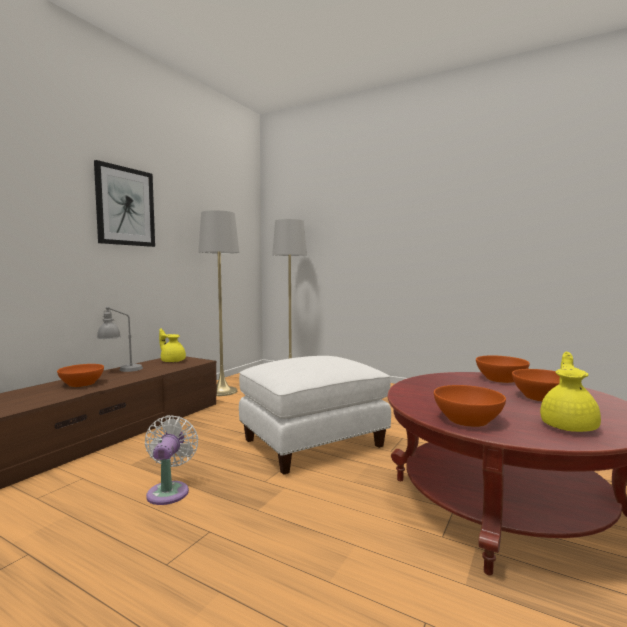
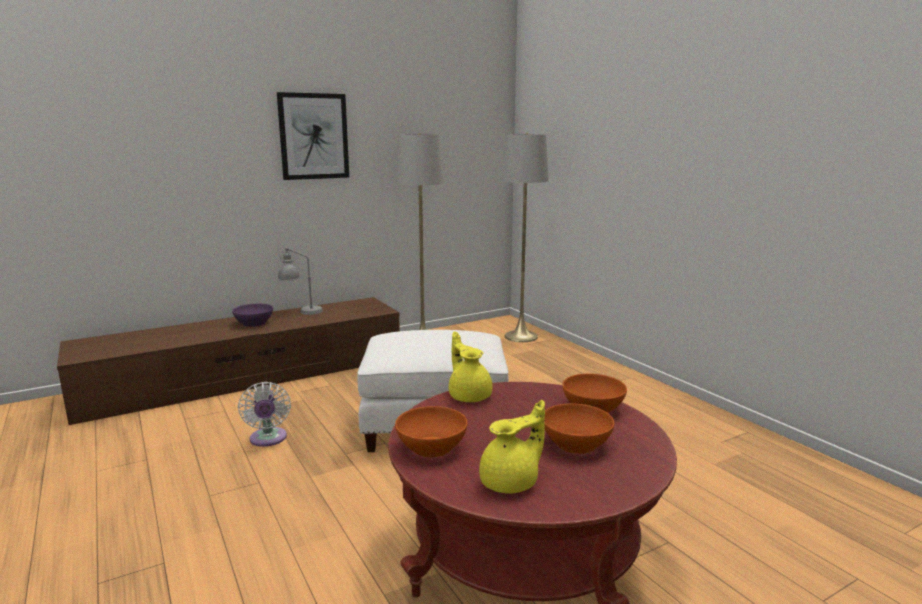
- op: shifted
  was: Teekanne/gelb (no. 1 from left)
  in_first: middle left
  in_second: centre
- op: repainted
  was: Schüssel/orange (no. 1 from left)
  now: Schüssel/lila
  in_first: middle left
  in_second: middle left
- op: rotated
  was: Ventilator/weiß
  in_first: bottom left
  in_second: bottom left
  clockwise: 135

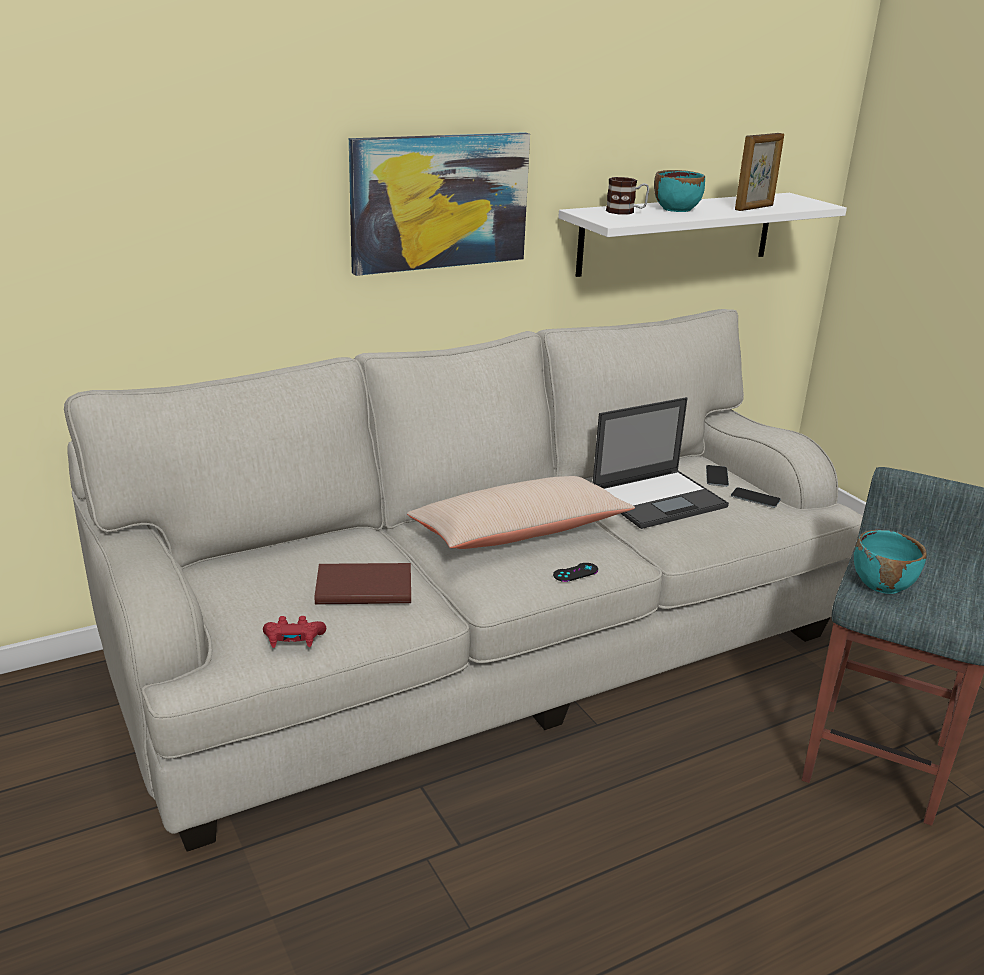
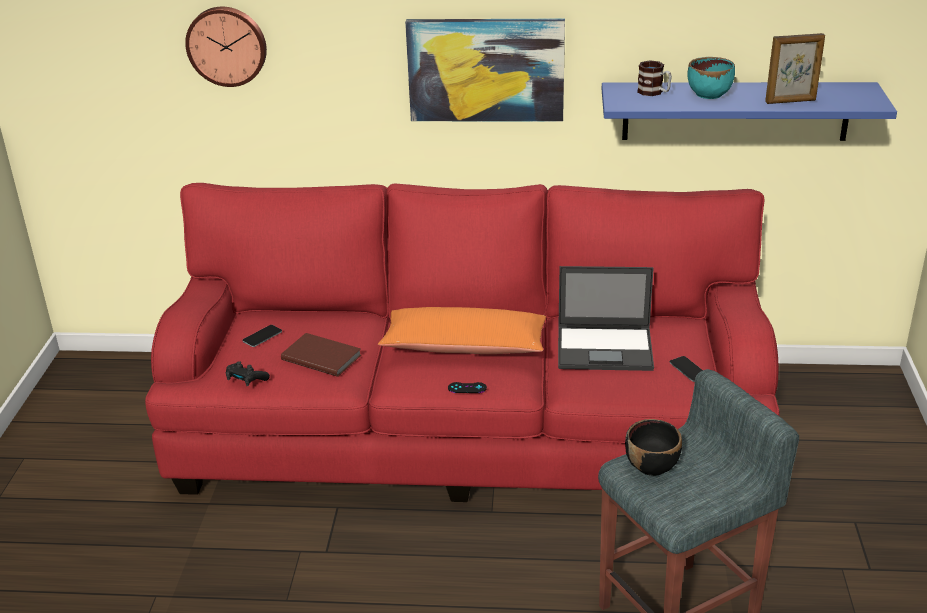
- op: repainted
  was: Wandregal/weiß
  now: Wandregal/blau
  in_first: top right
  in_second: top right
- op: repainted
  was: Sofa/weiß
  now: Sofa/rot
  in_first: centre
  in_second: centre
- op: shifted
  was: Handy (no. 1 from left)
  in_first: middle right
  in_second: middle left
- op: repainted
  was: Kissen/beige
  now: Kissen/orange
  in_first: centre
  in_second: centre
- op: repainted
  was: Schüssel/türkis (no. 2 from left)
  now: Schüssel/schwarz
  in_first: middle right
  in_second: bottom right
- op: repainted
  was: Gamepad/rot
  now: Gamepad/schwarz (no. 1 from left)
  in_first: middle left
  in_second: middle left
- op: new
  now: Wanduhr
  in_second: top left

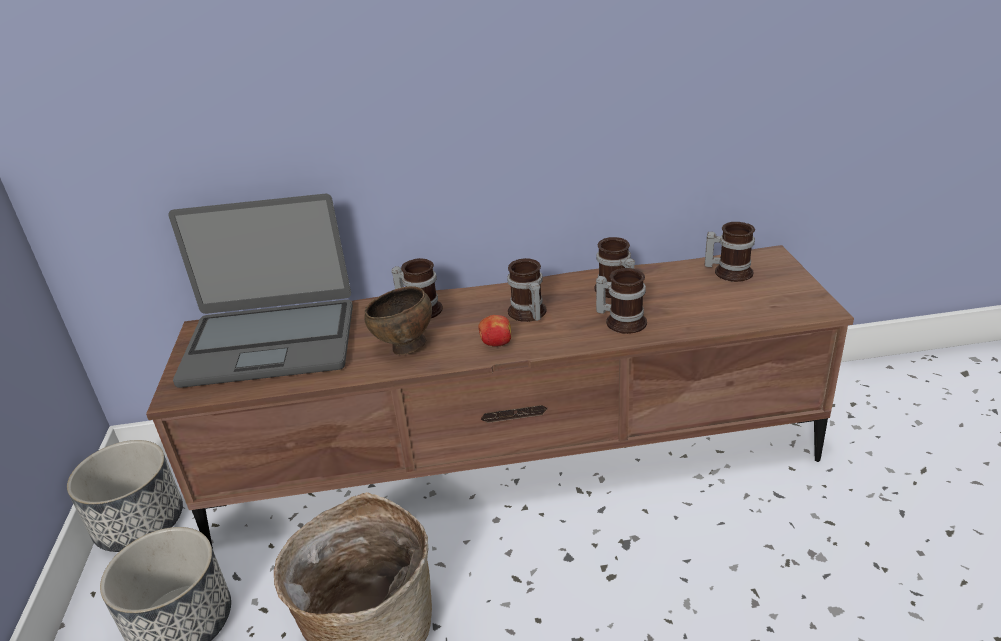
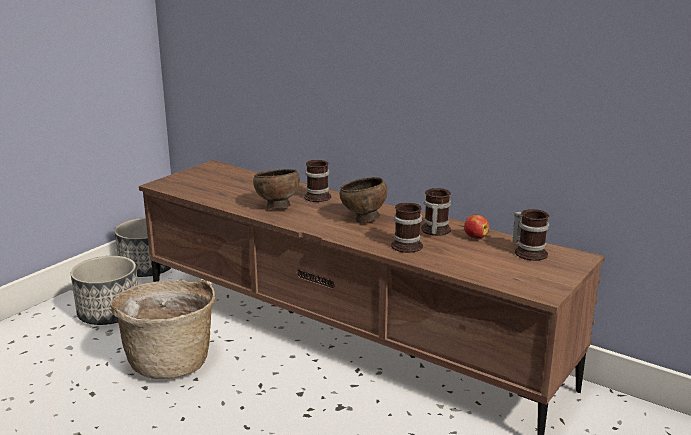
- op: gone
  was: Laptop
  in_first: middle left
- op: swapped
  was: Henkelbecher (no. 2 from left)
  now: Schüssel/braun (no. 2 from left)
  in_first: centre
  in_second: centre
- op: shifted
  was: Apfel
  in_first: centre
  in_second: middle right

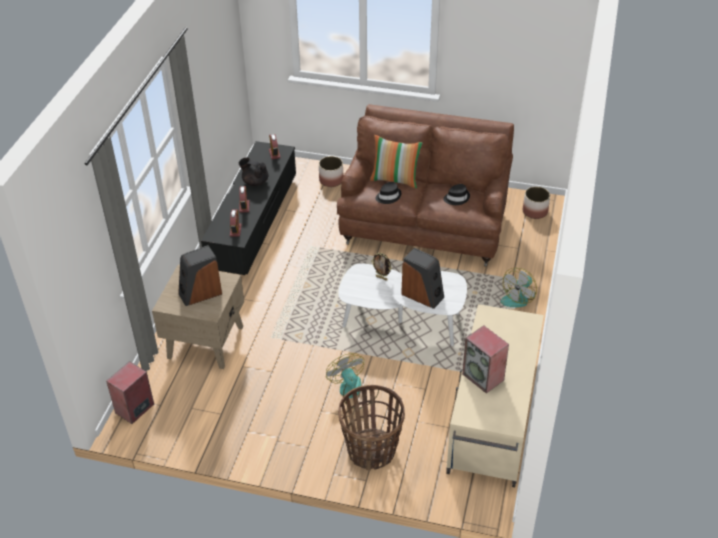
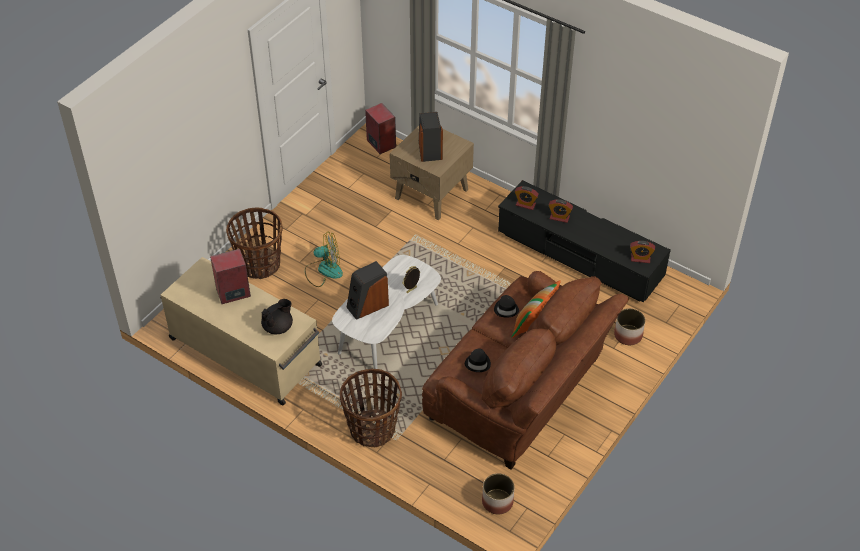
- op: shifted
  was: Teekanne/schwarz
  in_first: top centre
  in_second: middle left
- op: swapped
  was: Ventilator (no. 2 from left)
  now: Korb (no. 2 from left)
  in_first: middle right
  in_second: bottom centre

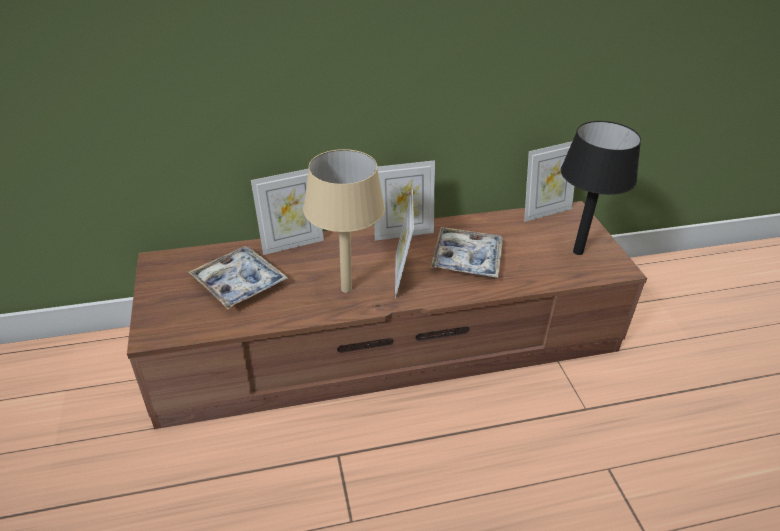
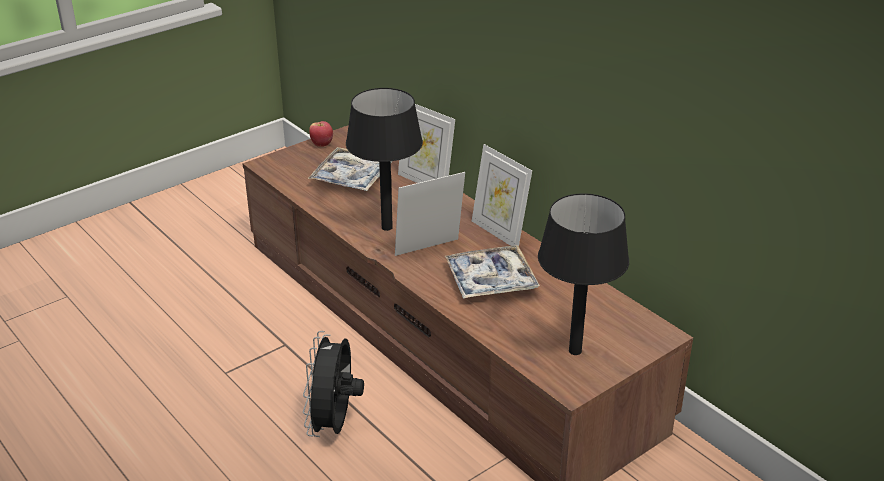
- op: gone
  was: Bilderrahmen (no. 4 from left)
  in_first: middle right
- op: repainted
  was: Tischlampe/beige
  now: Tischlampe/schwarz (no. 1 from left)
  in_first: centre
  in_second: top centre
- op: new
  now: Apfel
  in_second: top centre
- op: new
  now: Ventilator/schwarz
  in_second: bottom centre

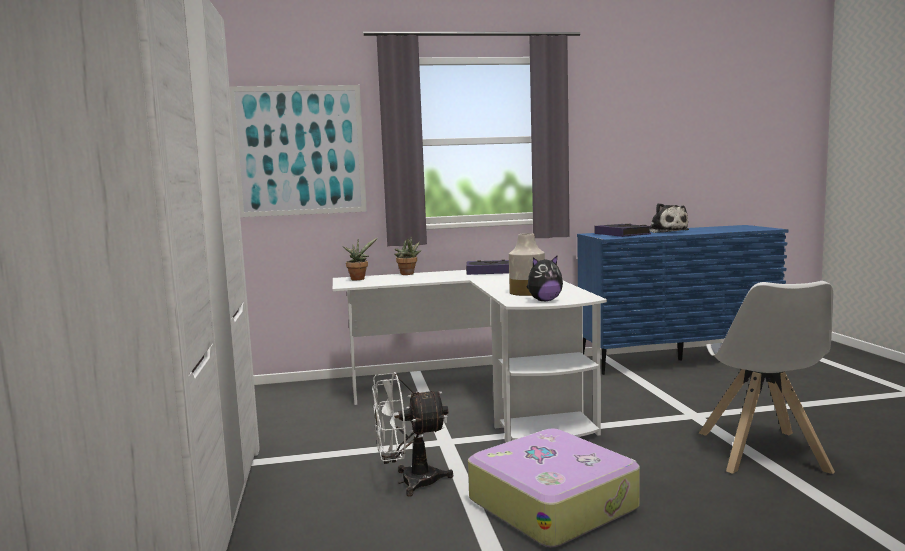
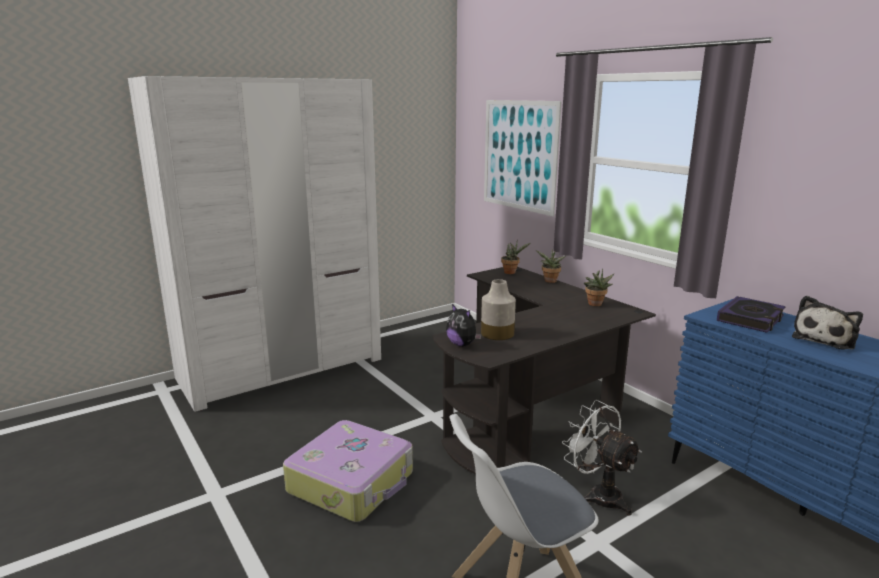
- op: swapped
  was: Buch (no. 1 from left)
  now: Topfpflanze (no. 3 from left)
  in_first: centre
  in_second: middle right
- op: repainted
  was: Schreibtisch/weiß
  now: Schreibtisch/schwarz
  in_first: centre
  in_second: centre
- op: shifted
  was: Ventilator/weiß
  in_first: bottom centre
  in_second: bottom right

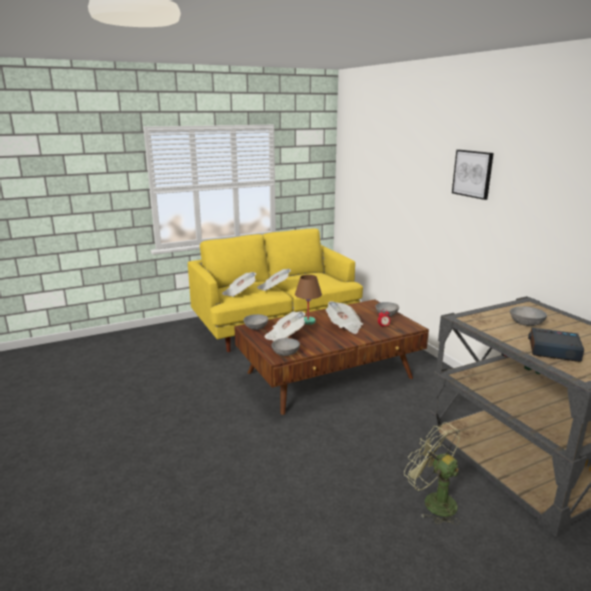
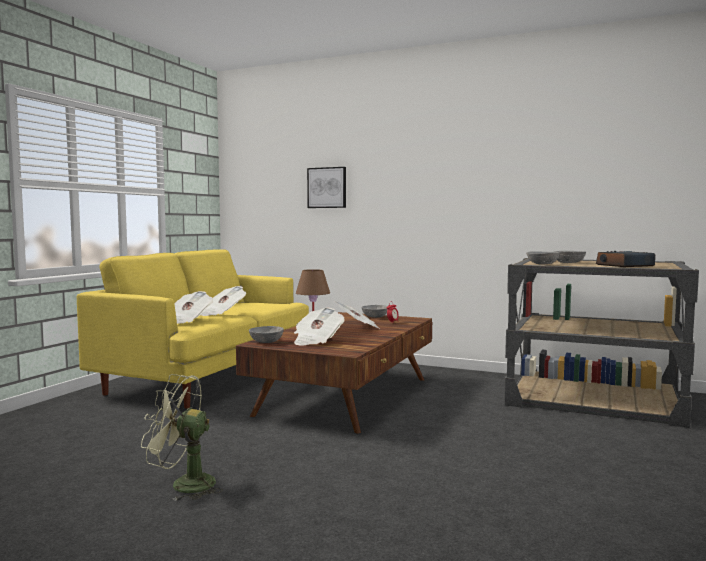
- op: shifted
  was: Bild
  in_first: top right
  in_second: centre
- op: shifted
  was: Schüssel/grau (no. 2 from left in the first image)
  now: Schüssel/grau (no. 3 from left)
  in_first: centre
  in_second: middle right
- op: shifted
  was: Ventilator/grün
  in_first: bottom right
  in_second: bottom left

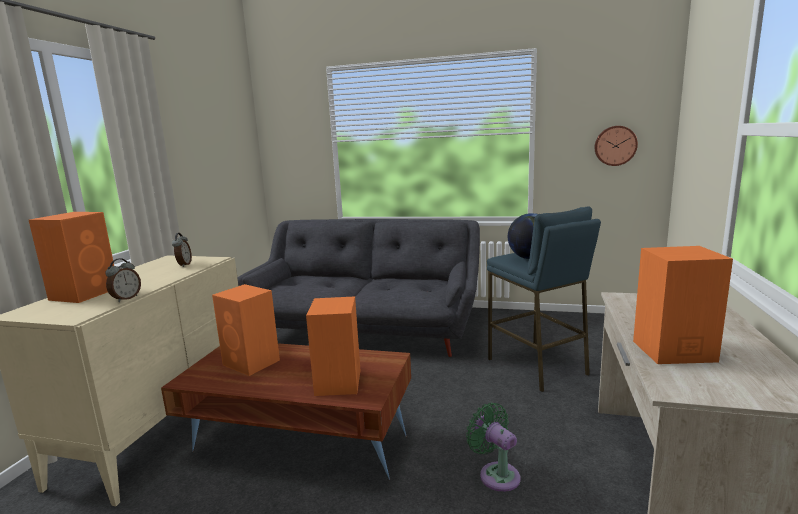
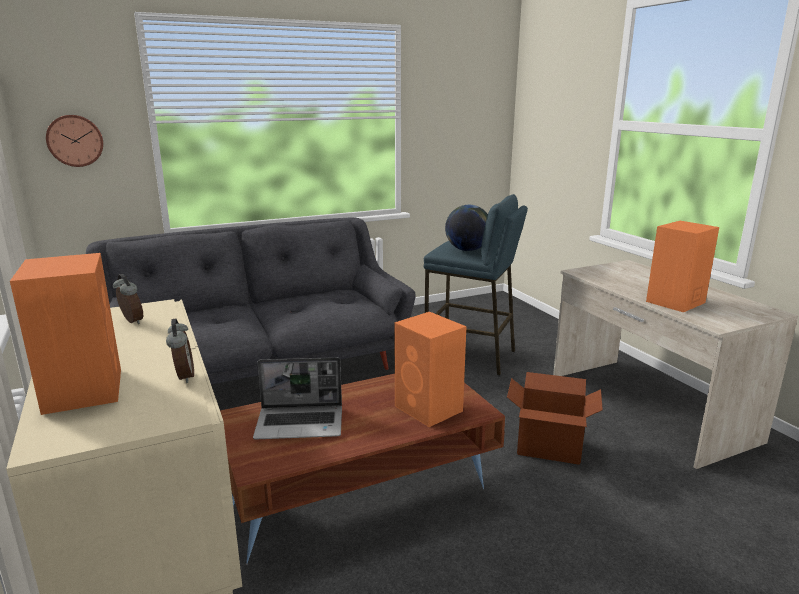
- op: shifted
  was: Wanduhr
  in_first: top right
  in_second: top left
- op: swapped
  was: Lautsprecher/orange (no. 2 from left)
  now: Laptop
  in_first: middle left
  in_second: bottom centre
- op: swapped
  was: Ventilator/grün
  now: Karton
  in_first: bottom centre
  in_second: bottom right

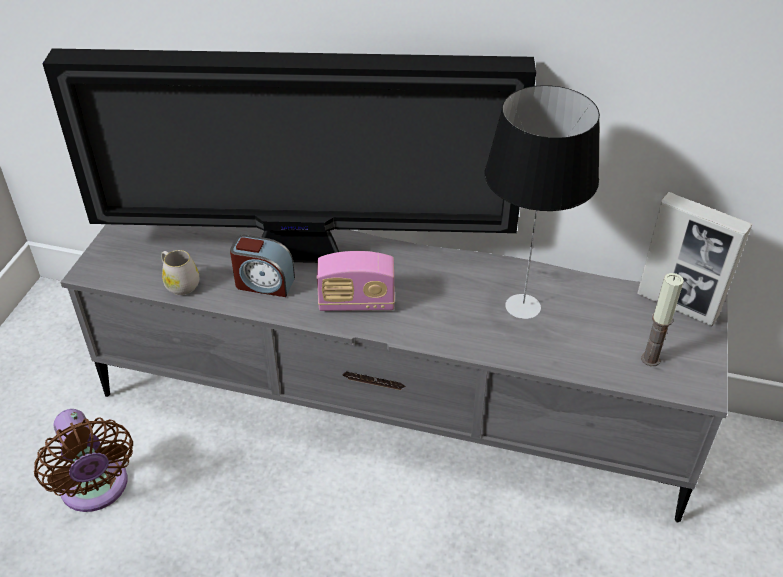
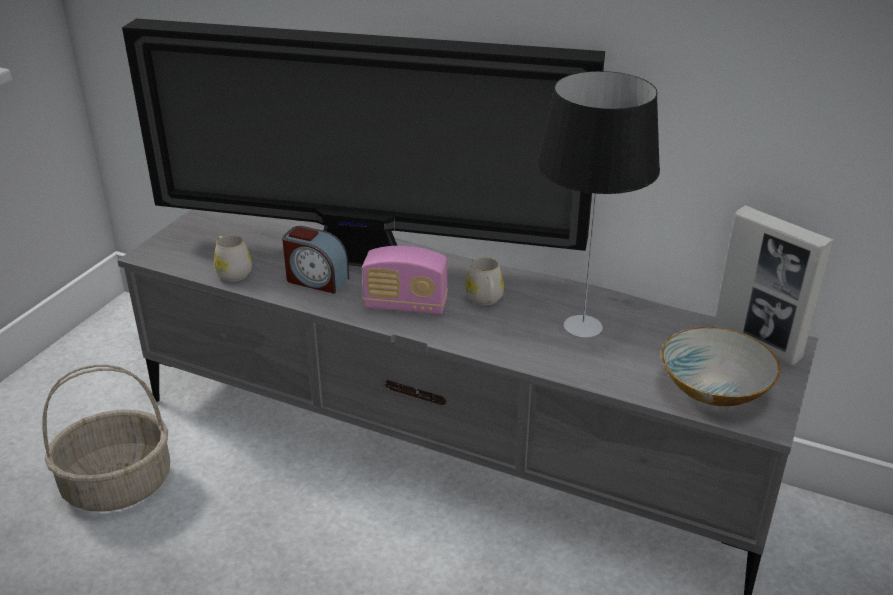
- op: swapped
  was: Kerze
  now: Schüssel
  in_first: middle right
  in_second: middle right
- op: swapped
  was: Ventilator/braun
  now: Korb
  in_first: bottom left
  in_second: bottom left
- op: new
  now: Henkelbecher/weiß (no. 2 from left)
  in_second: centre

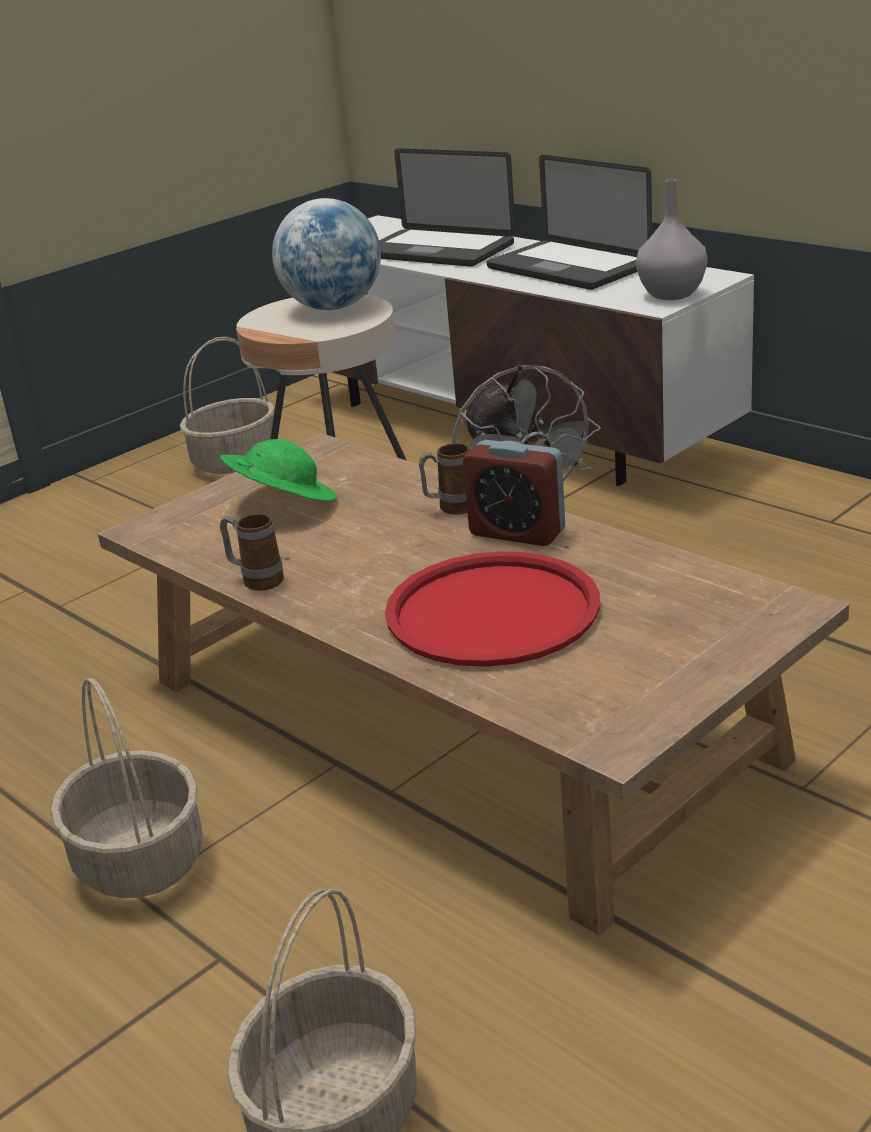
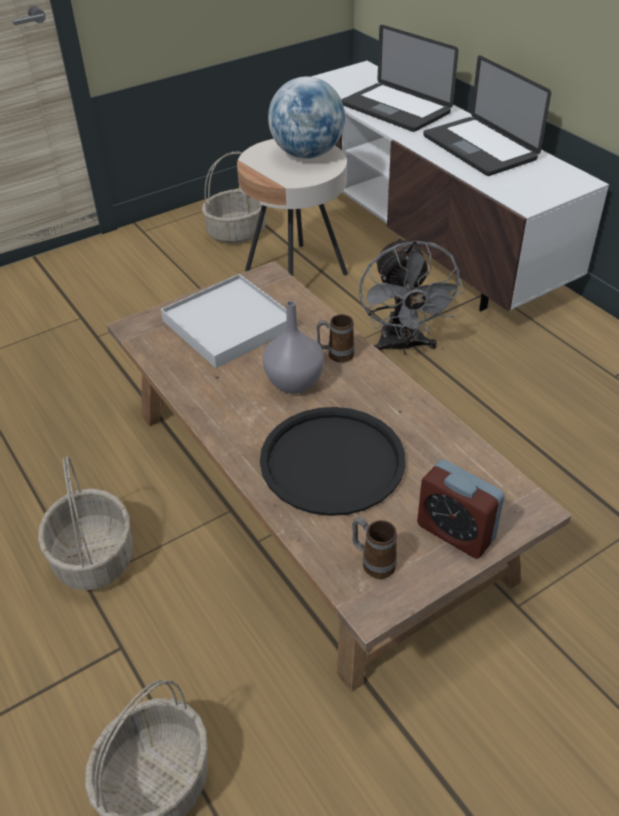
- op: shifted
  was: Vase/grau
  in_first: top right
  in_second: centre
- op: swapped
  was: Hut/grün
  now: Tablett/weiß
  in_first: middle left
  in_second: centre
- op: shifted
  was: Wecker
  in_first: centre
  in_second: middle right
- op: shifted
  was: Henkelbecher (no. 1 from left in the first image)
  now: Henkelbecher (no. 2 from left)
  in_first: middle left
  in_second: bottom centre
- op: repainted
  was: Tablett/rot
  now: Tablett/schwarz
  in_first: centre
  in_second: centre

